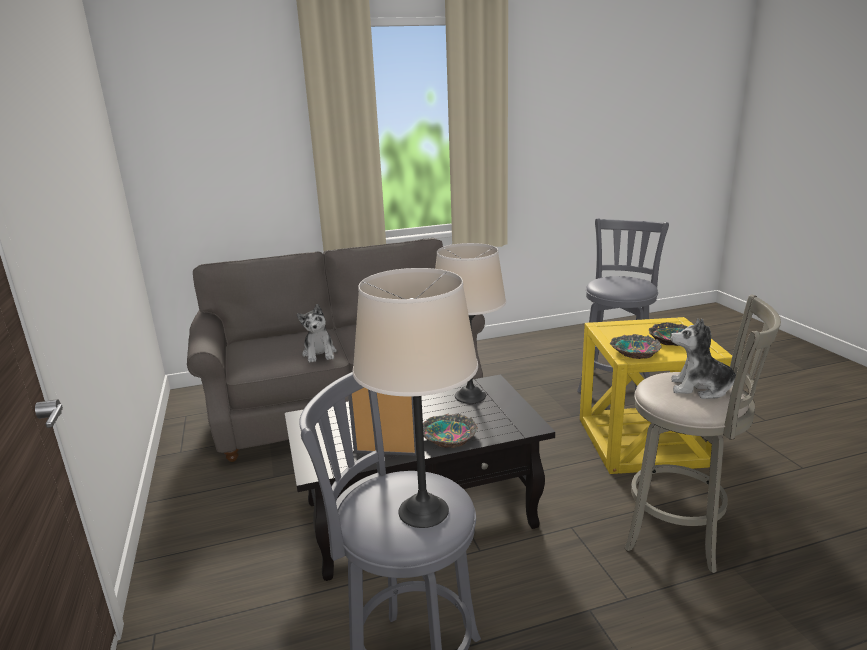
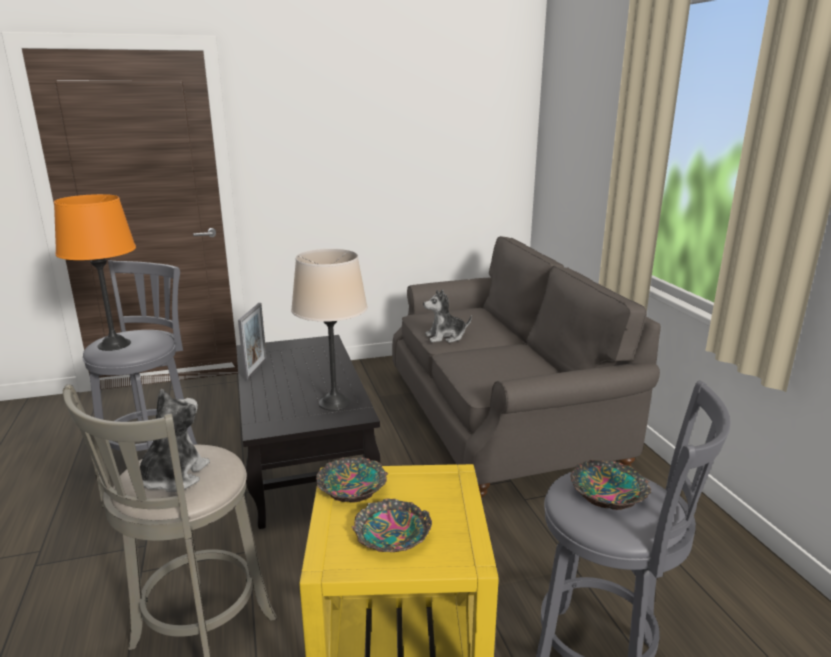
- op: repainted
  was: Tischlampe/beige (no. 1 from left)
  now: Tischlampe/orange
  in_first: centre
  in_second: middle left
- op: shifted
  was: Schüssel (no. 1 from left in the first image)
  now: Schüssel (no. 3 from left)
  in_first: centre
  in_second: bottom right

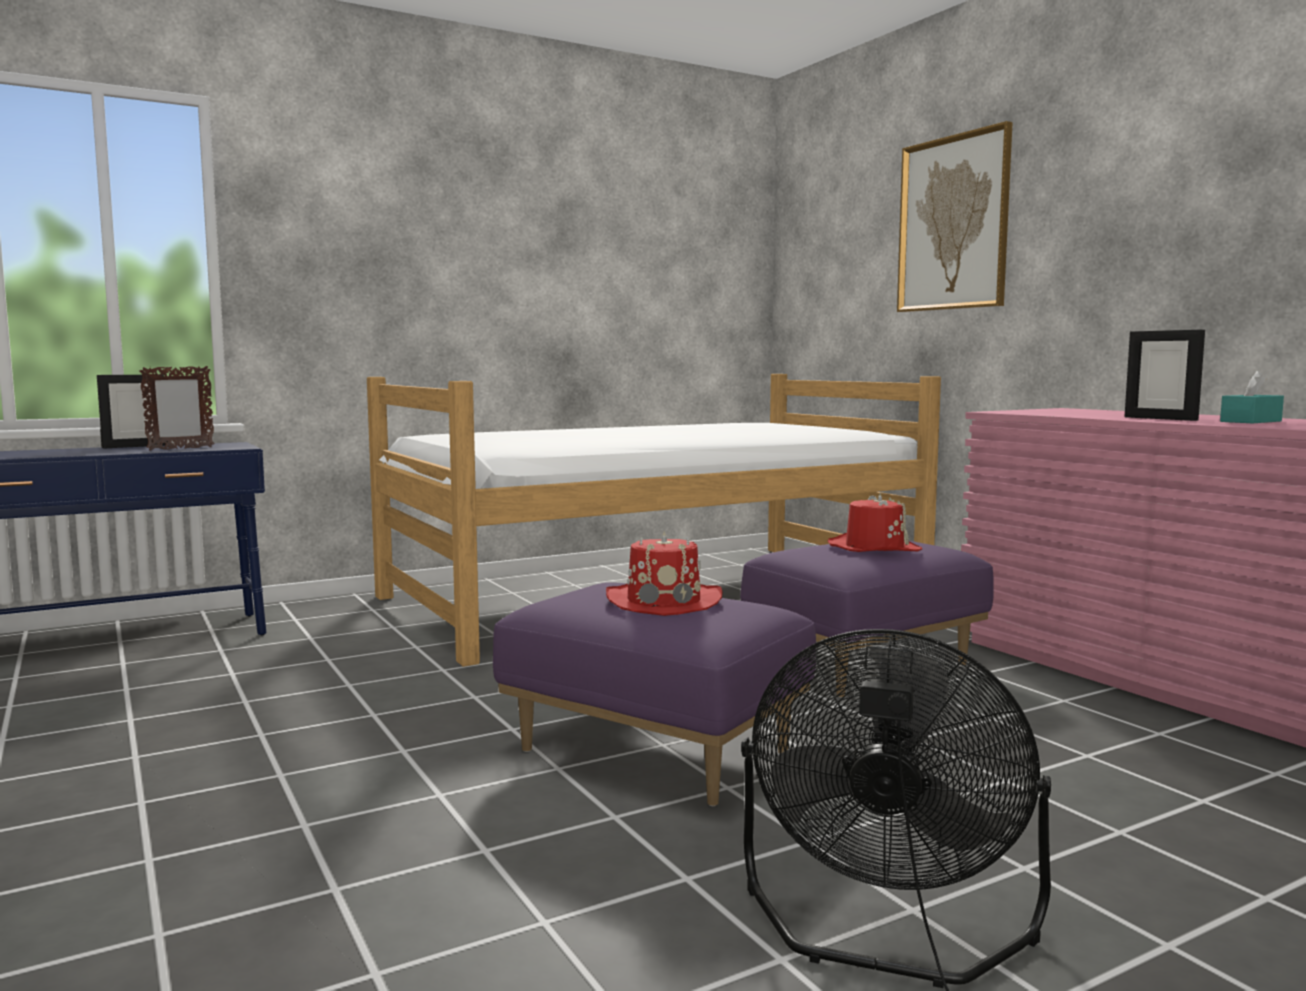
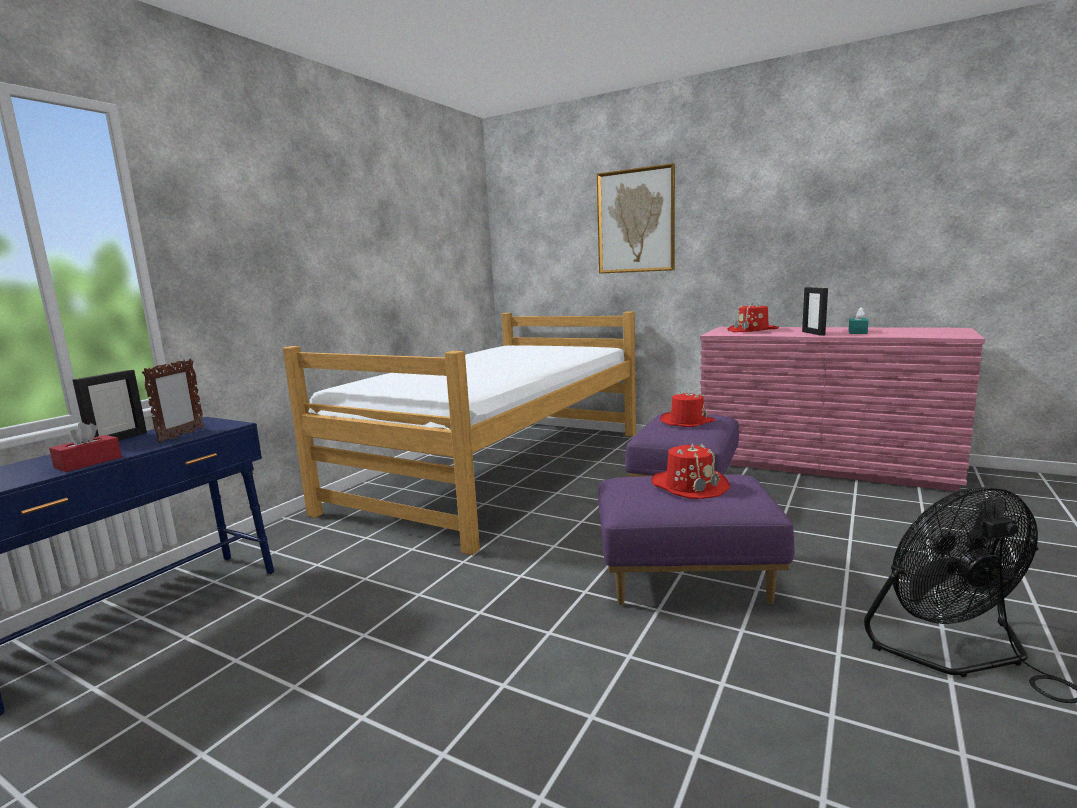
- op: rotated
  was: Bilderrahmen (no. 3 from left)
  in_first: middle right
  in_second: middle right
  clockwise: 60
- op: new
  now: Hut/rot (no. 3 from left)
  in_second: middle right
- op: new
  now: Taschentuchbox/rot
  in_second: middle left

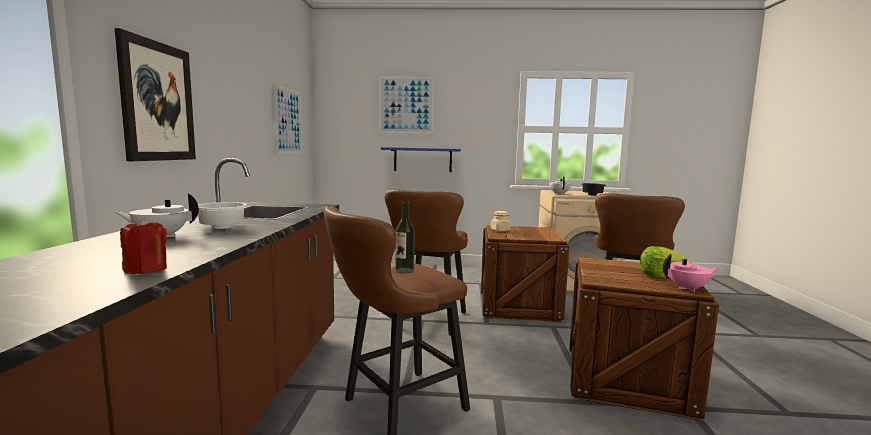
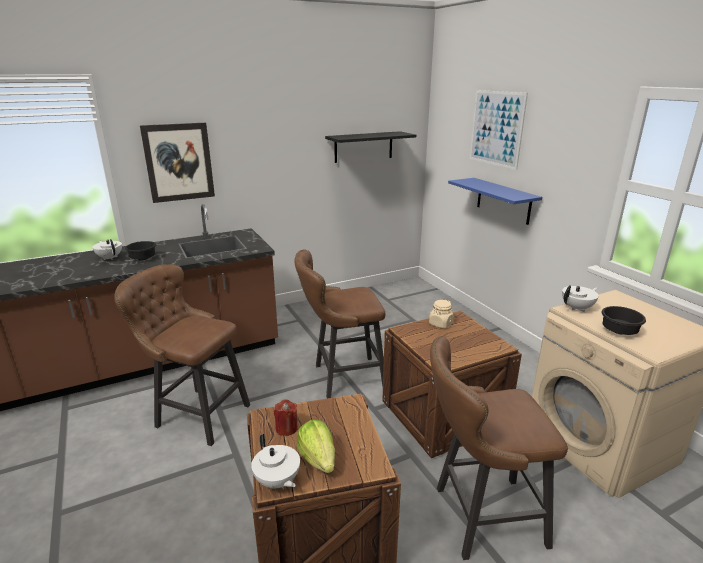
- op: swapped
  was: Bild (no. 2 from left)
  now: Wandregal/schwarz
  in_first: top left
  in_second: top centre
- op: repainted
  was: Schüssel/weiß
  now: Schüssel/schwarz (no. 1 from left)
  in_first: middle left
  in_second: middle left
- op: gone
  was: Flasche
  in_first: centre
- op: shifted
  was: Kerze/rot
  in_first: middle left
  in_second: bottom centre
- op: repainted
  was: Teekanne/rosa
  now: Teekanne/weiß (no. 2 from left)
  in_first: middle right
  in_second: bottom centre

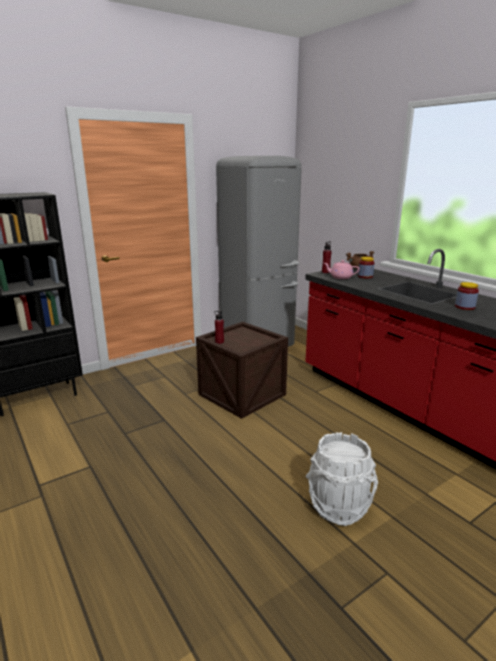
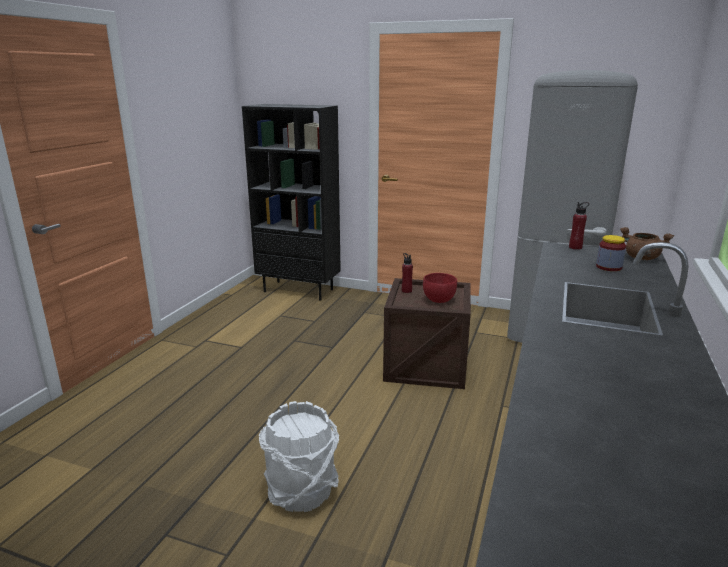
- op: gone
  was: Teekanne/rosa
  in_first: middle right
- op: gone
  was: Vorratsglas (no. 2 from left)
  in_first: middle right
- op: new
  now: Schüssel/rot
  in_second: centre

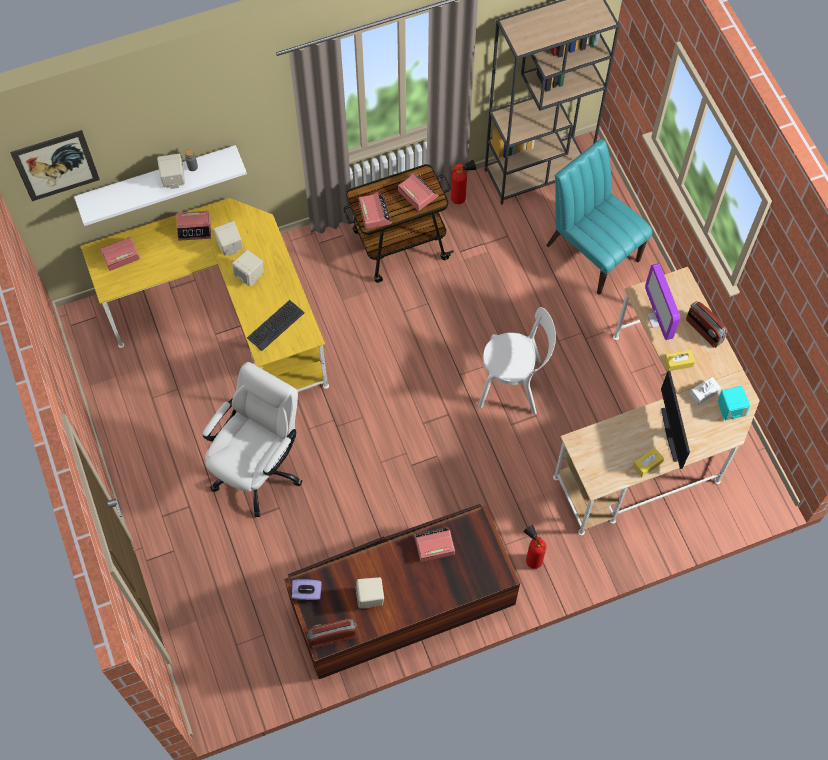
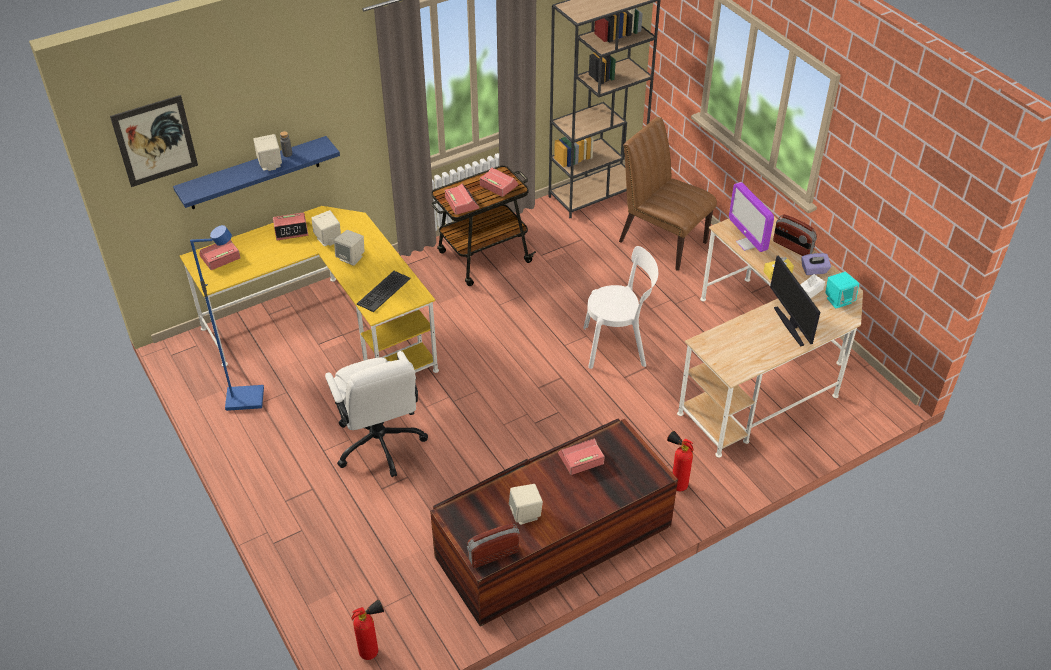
- op: repainted
  was: Stuhl/türkis
  now: Stuhl/braun
  in_first: top right
  in_second: top centre
- op: repainted
  was: Wandregal/weiß
  now: Wandregal/blau
  in_first: top left
  in_second: top left
- op: shifted
  was: Feuerlöscher (no. 1 from left)
  in_first: top centre
  in_second: bottom centre
- op: rotated
  was: Bürostuhl/weiß
  in_first: middle left
  in_second: centre
  clockwise: 135
- op: gone
  was: Taschentuchbox/gelb (no. 1 from left)
  in_first: middle right
- op: shifted
  was: Taschentuchbox/lila
  in_first: bottom centre
  in_second: middle right
- op: new
  now: Stehlampe/blau
  in_second: middle left

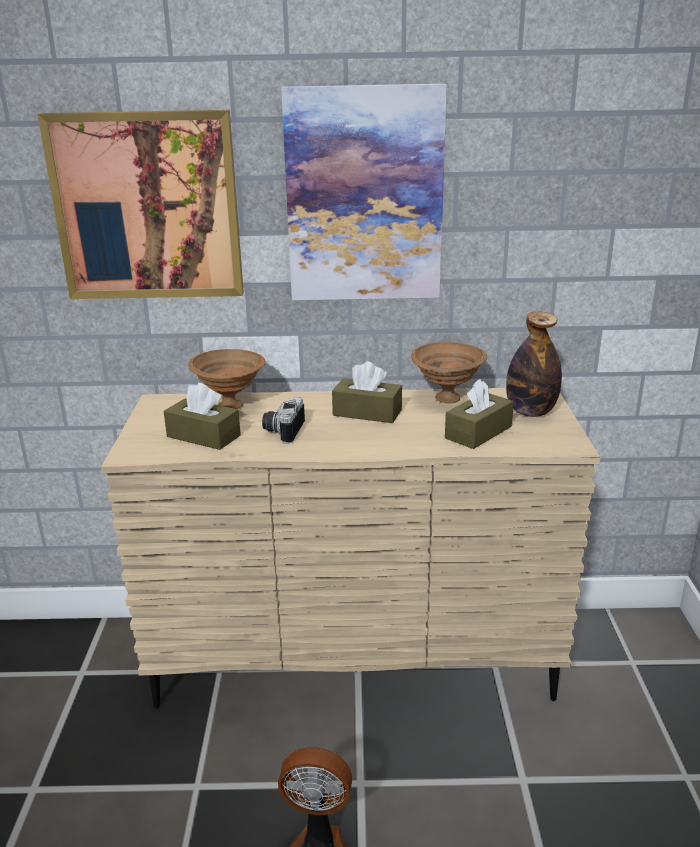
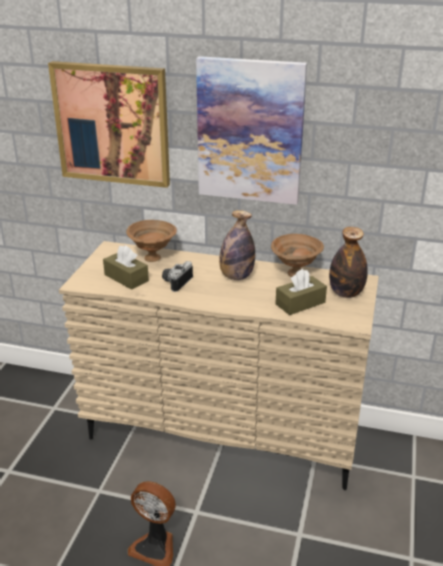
- op: swapped
  was: Taschentuchbox/braun (no. 2 from left)
  now: Flasche (no. 1 from left)
  in_first: centre
  in_second: centre

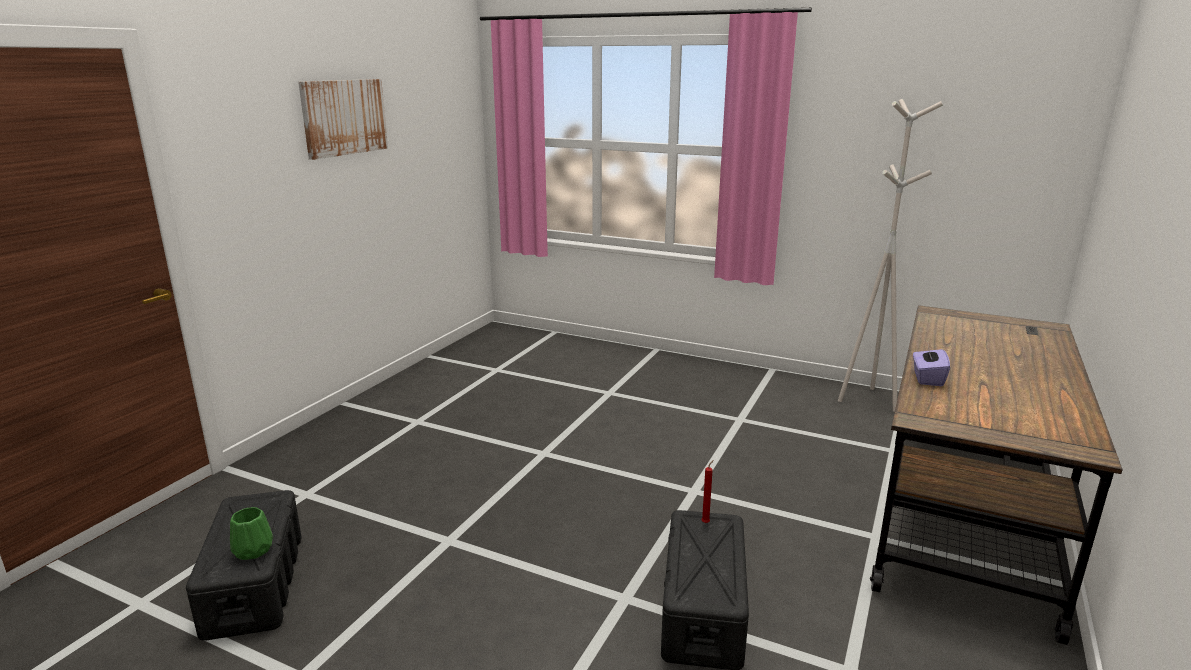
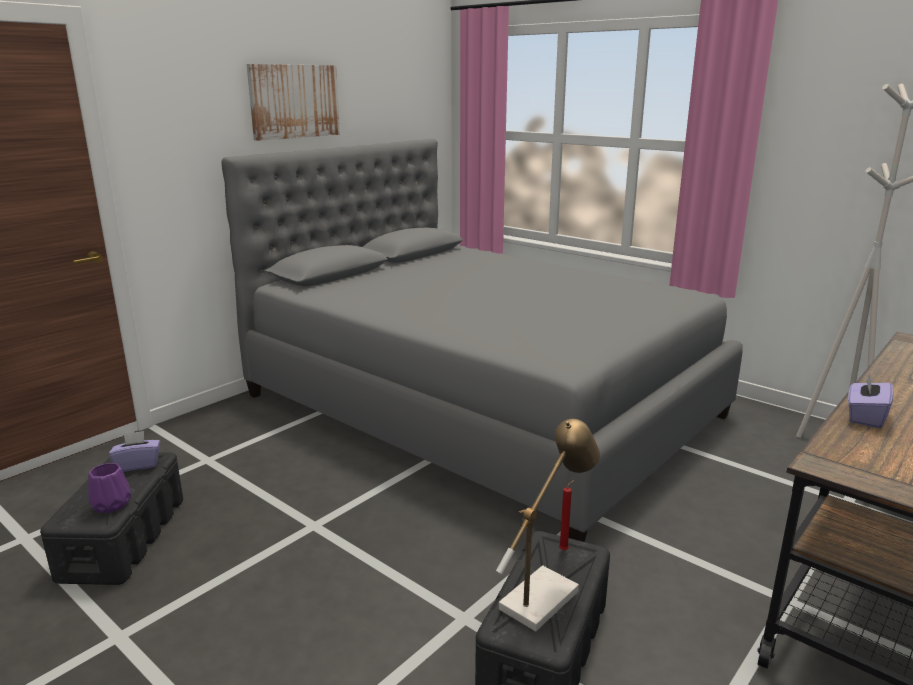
- op: repainted
  was: Vase/grün
  now: Vase/lila
  in_first: bottom left
  in_second: bottom left
- op: new
  now: Bett/grau
  in_second: centre
- op: new
  now: Tischlampe
  in_second: bottom centre
- op: new
  now: Taschentuchbox/lila (no. 1 from left)
  in_second: middle left

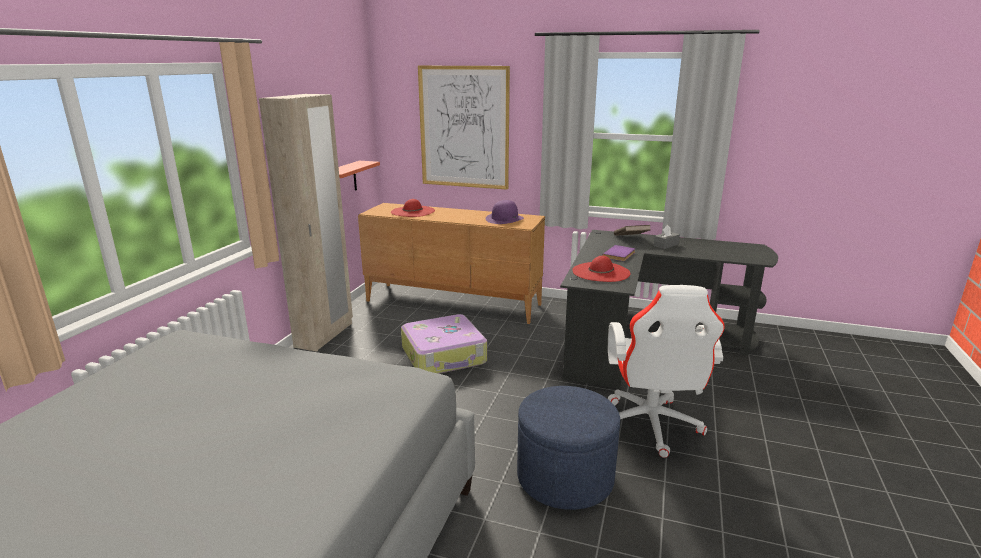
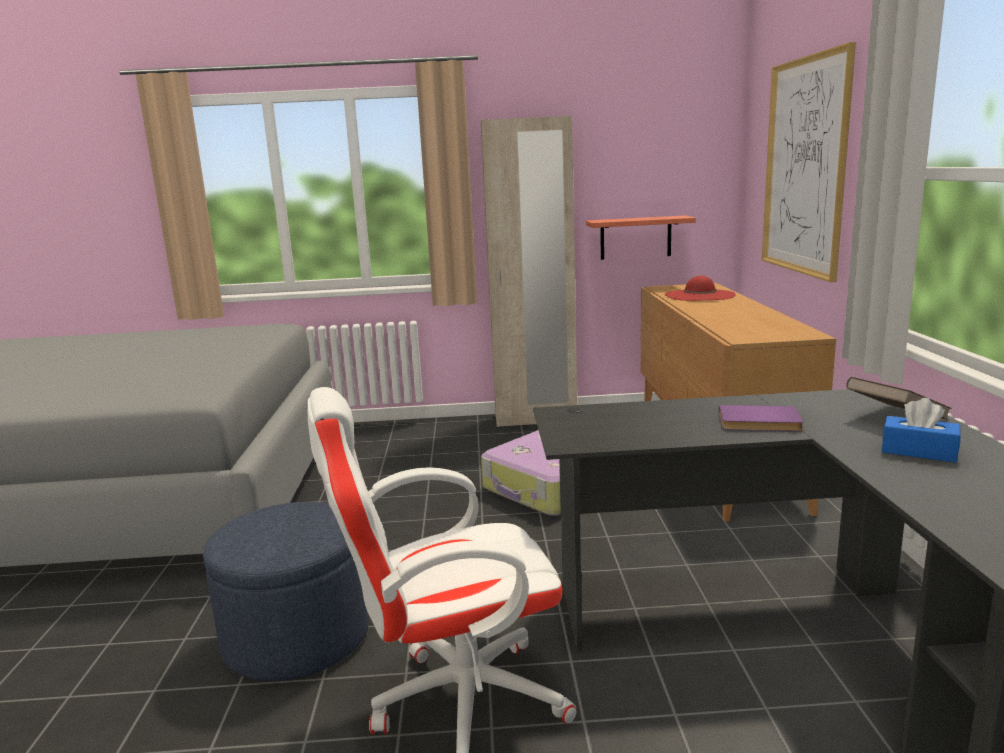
- op: gone
  was: Hut/lila
  in_first: centre
- op: repainted
  was: Taschentuchbox/grau
  now: Taschentuchbox/blau
  in_first: middle right
  in_second: middle right
- op: gone
  was: Hut/rot (no. 2 from left)
  in_first: centre

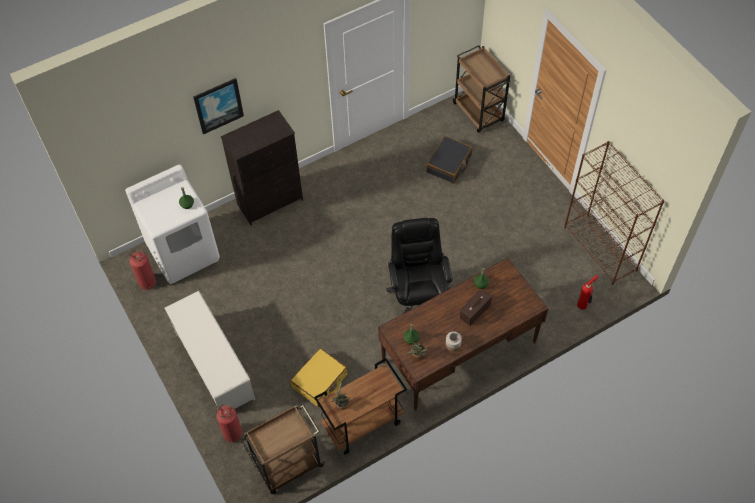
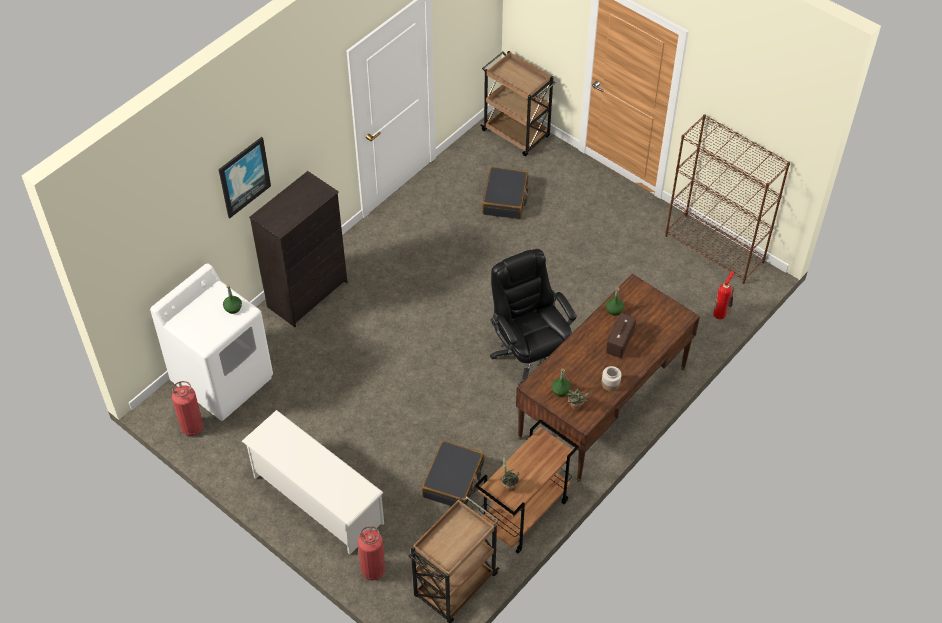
- op: repainted
  was: Koffer/gelb
  now: Koffer/schwarz (no. 1 from left)
  in_first: bottom centre
  in_second: bottom centre

